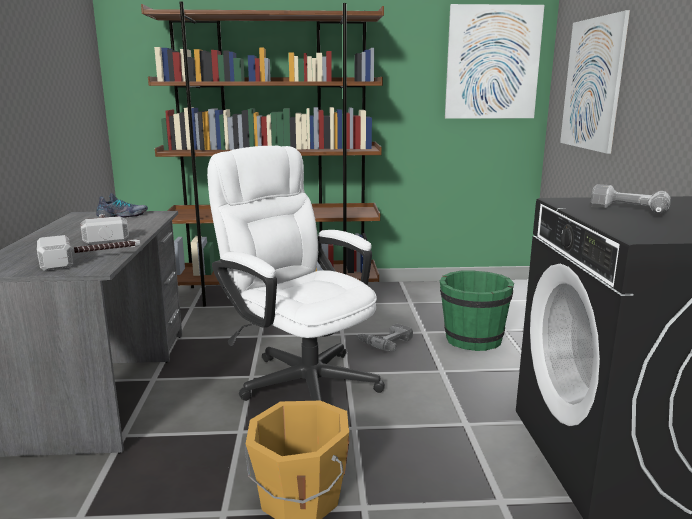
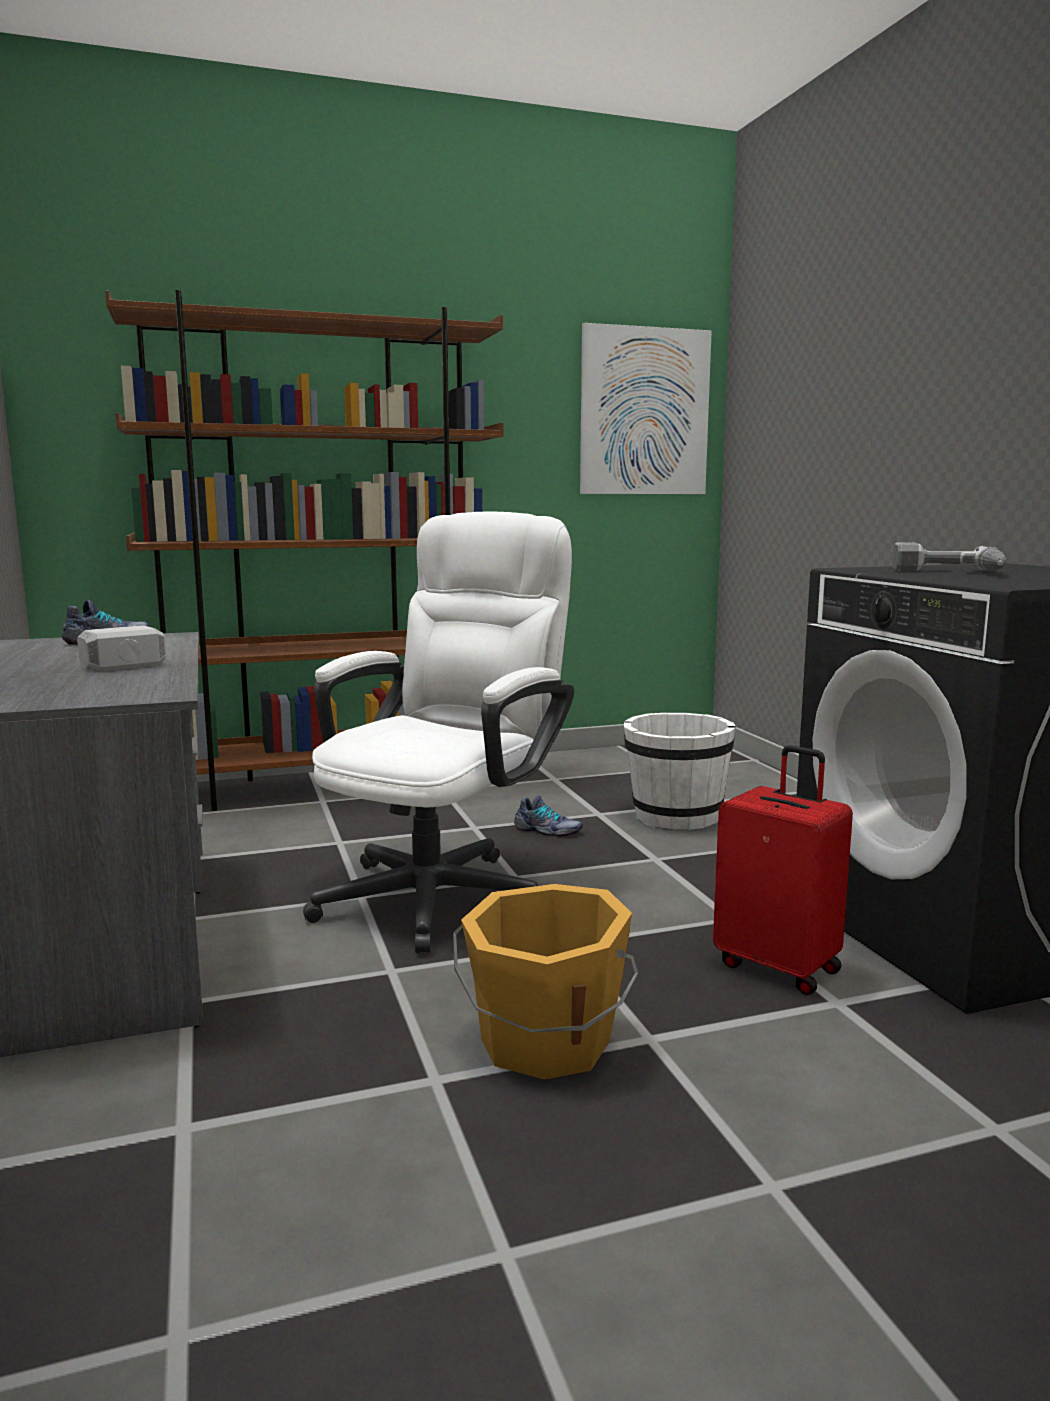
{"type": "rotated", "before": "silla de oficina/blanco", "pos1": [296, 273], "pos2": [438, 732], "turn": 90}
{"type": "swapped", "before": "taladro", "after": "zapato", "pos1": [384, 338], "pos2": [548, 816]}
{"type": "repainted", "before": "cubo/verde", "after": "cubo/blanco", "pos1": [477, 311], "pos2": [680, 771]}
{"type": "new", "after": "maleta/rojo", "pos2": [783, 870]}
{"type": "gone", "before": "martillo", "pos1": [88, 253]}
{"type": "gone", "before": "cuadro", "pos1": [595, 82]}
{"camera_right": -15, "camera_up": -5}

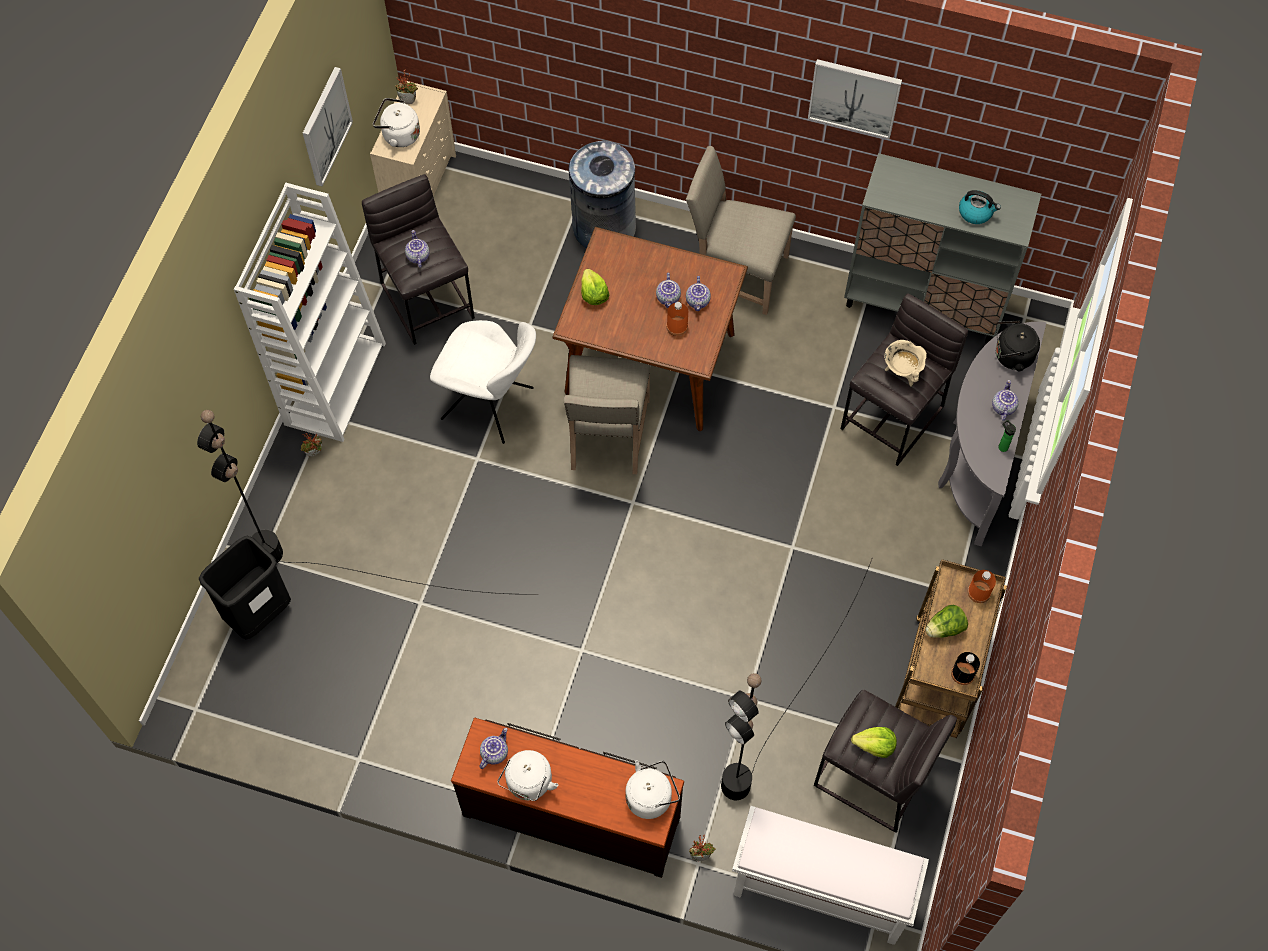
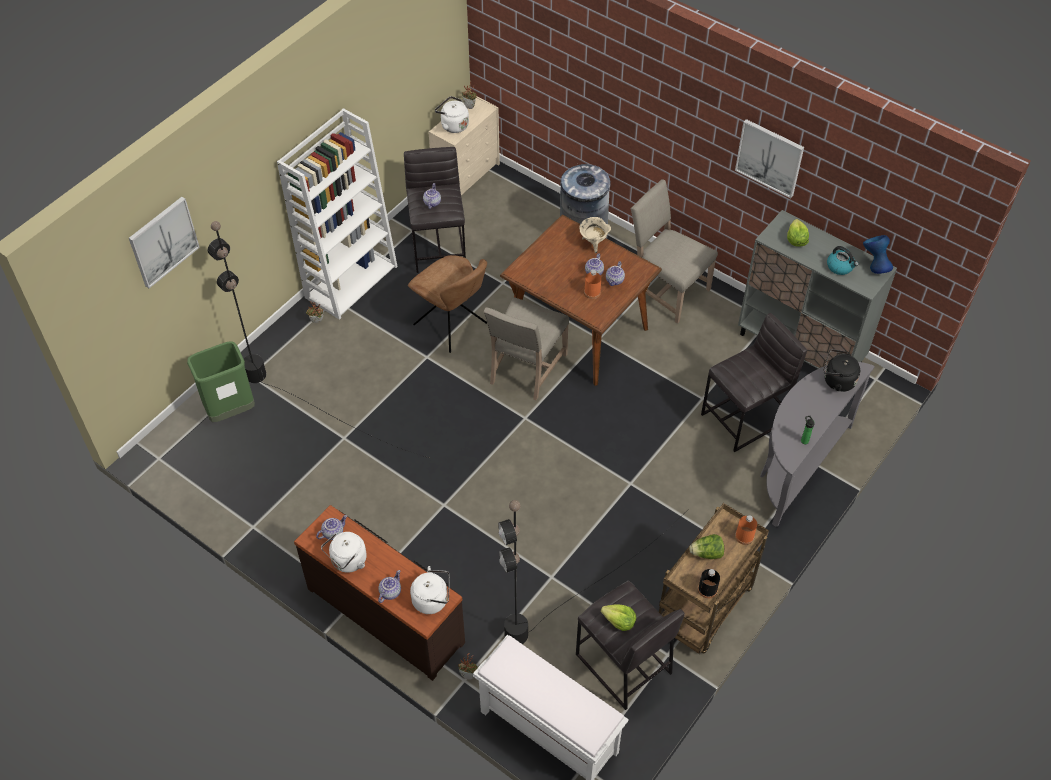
{"type": "shifted", "before": "cuadro", "pos1": [328, 126], "pos2": [164, 242]}
{"type": "repainted", "before": "papelera/negro", "after": "papelera/verde", "pos1": [245, 588], "pos2": [221, 381]}
{"type": "shifted", "before": "tetera", "pos1": [1005, 400], "pos2": [389, 586]}
{"type": "repainted", "before": "silla/blanco", "after": "silla/marrón", "pos1": [483, 382], "pos2": [447, 304]}
{"type": "shifted", "before": "olla/beis", "pos1": [905, 363], "pos2": [595, 235]}
{"type": "shifted", "before": "lechuga", "pos1": [595, 287], "pos2": [798, 233]}
{"type": "new", "after": "florero/azul", "pos2": [878, 254]}
{"camera_right": 20, "camera_up": -10}

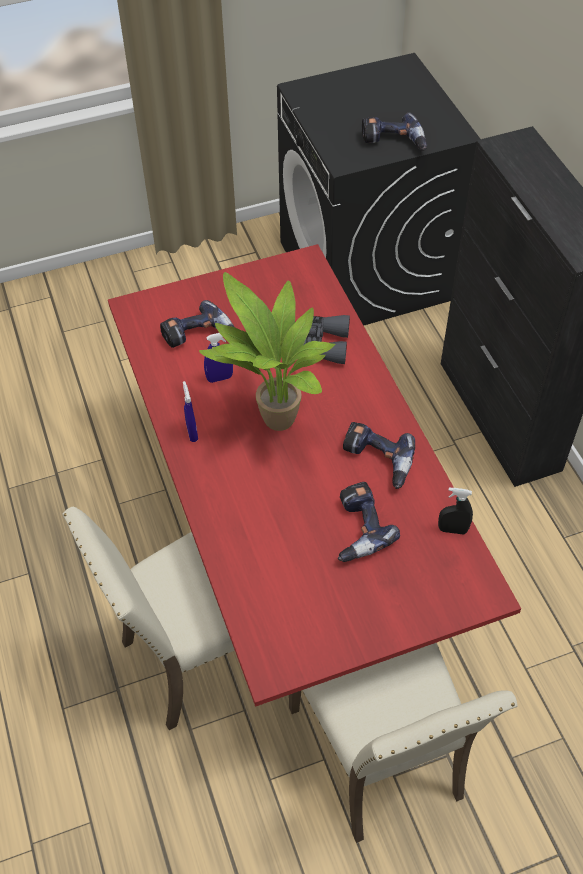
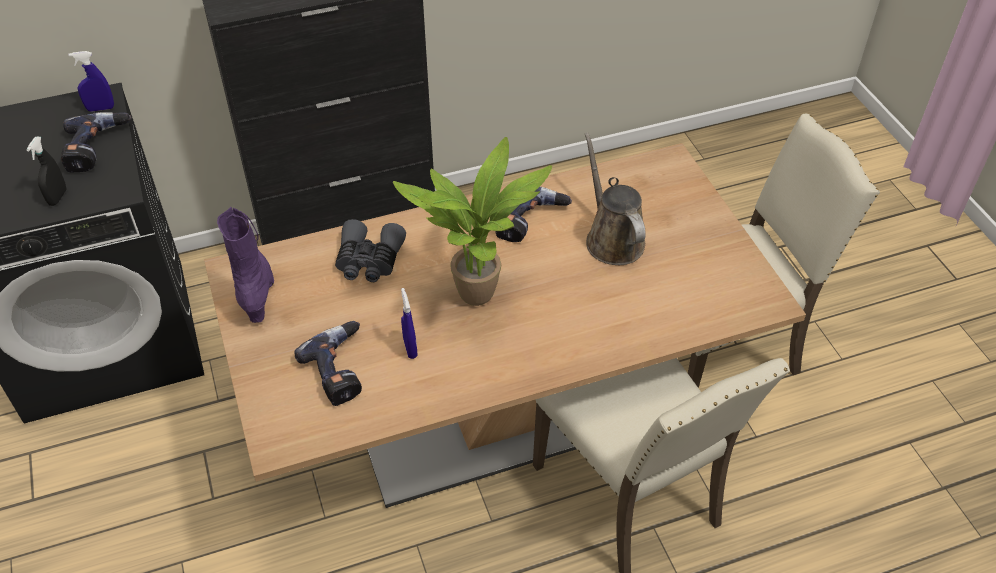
{"type": "shifted", "before": "pulverizador/negro", "pos1": [455, 511], "pos2": [46, 171]}
{"type": "shifted", "before": "pulverizador/azul", "pos1": [190, 411], "pos2": [91, 81]}
{"type": "repainted", "before": "mesa de comedor/rojo", "after": "mesa de comedor/beis", "pos1": [314, 475], "pos2": [505, 325]}
{"type": "new", "after": "bota/morado", "pos2": [245, 265]}
{"type": "swapped", "before": "taladro", "after": "regadera/marrón", "pos1": [369, 522], "pos2": [615, 198]}
{"camera_right": -90, "camera_up": -5}

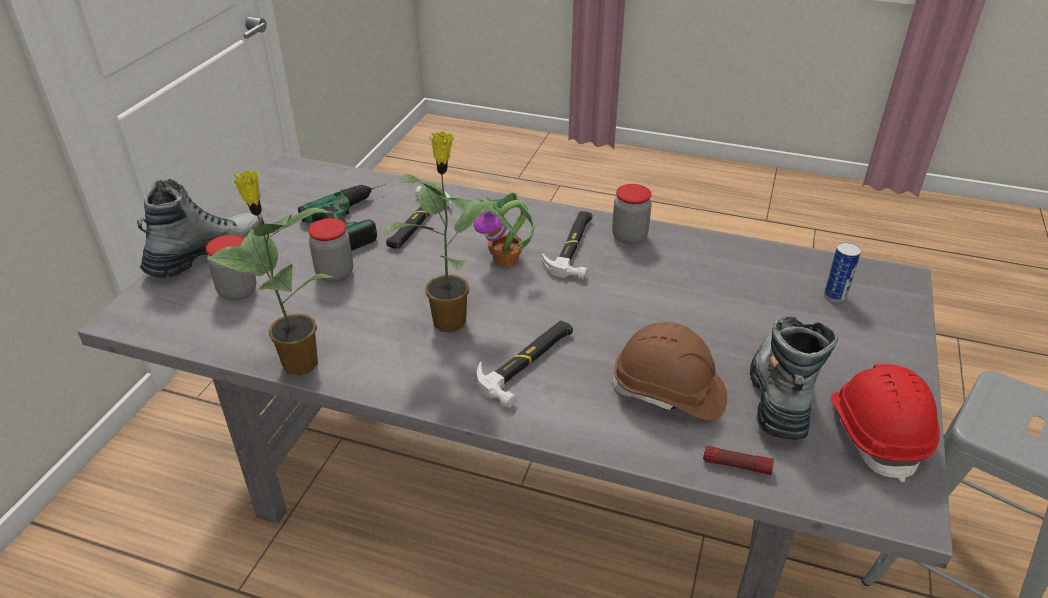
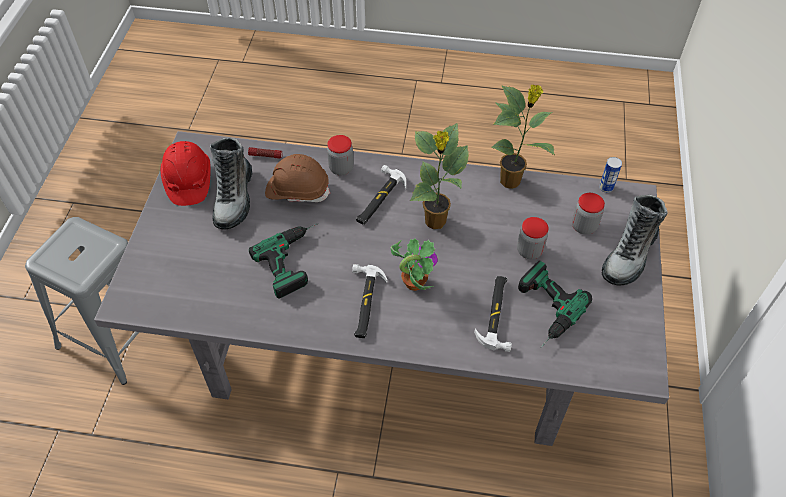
{"type": "new", "after": "taladro", "pos2": [284, 261]}
{"type": "shifted", "before": "tarro", "pos1": [632, 214], "pos2": [340, 155]}
{"type": "shifted", "before": "lata", "pos1": [842, 272], "pos2": [610, 175]}
{"camera_right": 170, "camera_up": 15}

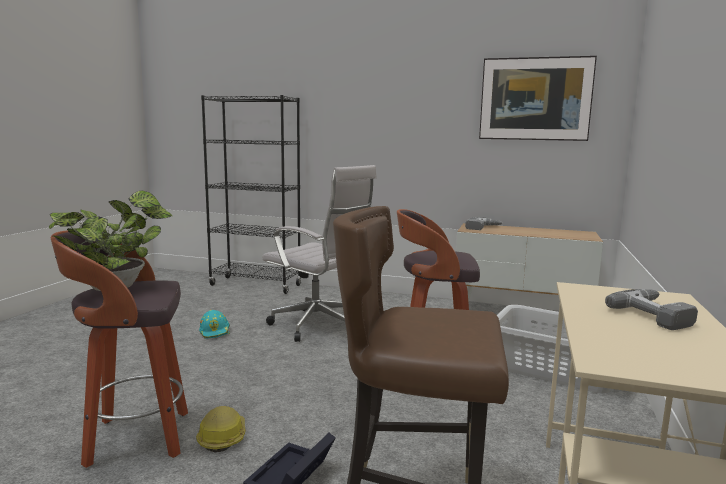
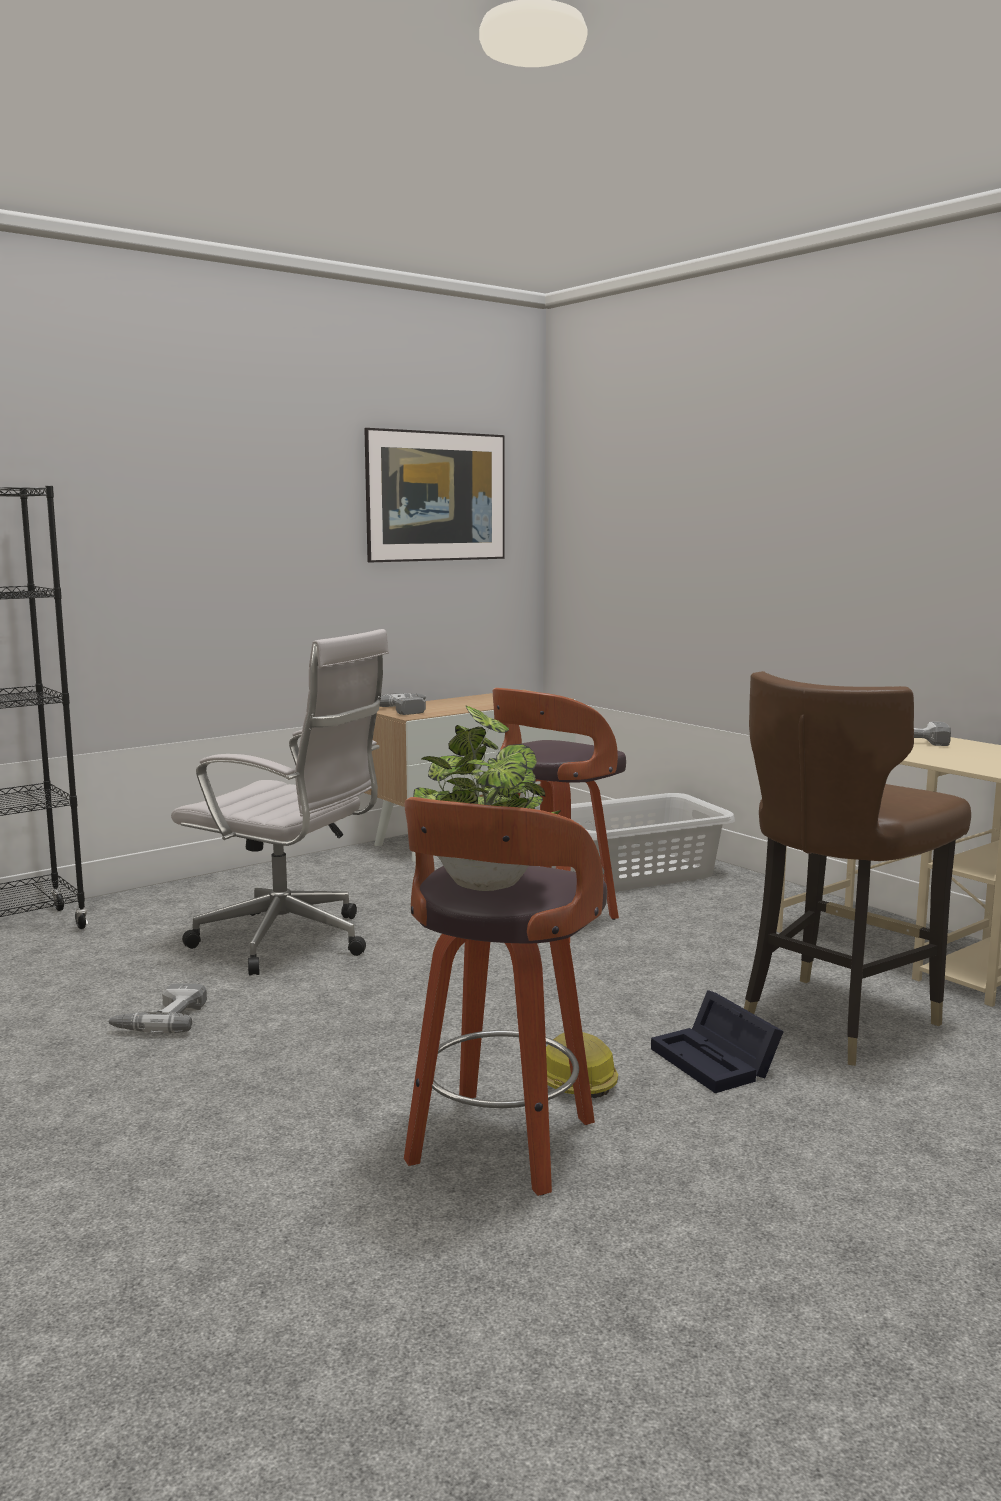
{"type": "swapped", "before": "casco/turquesa", "after": "taladro", "pos1": [214, 324], "pos2": [157, 1008]}
{"type": "rotated", "before": "silla de oficina/blanco", "pos1": [319, 253], "pos2": [280, 802], "turn": 45}
{"camera_right": -55, "camera_up": 0}

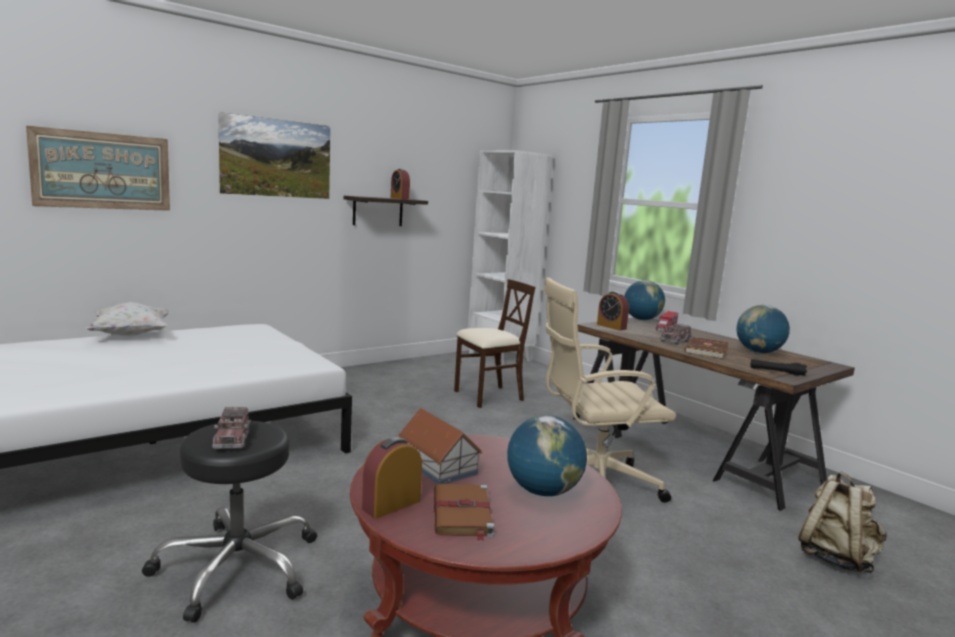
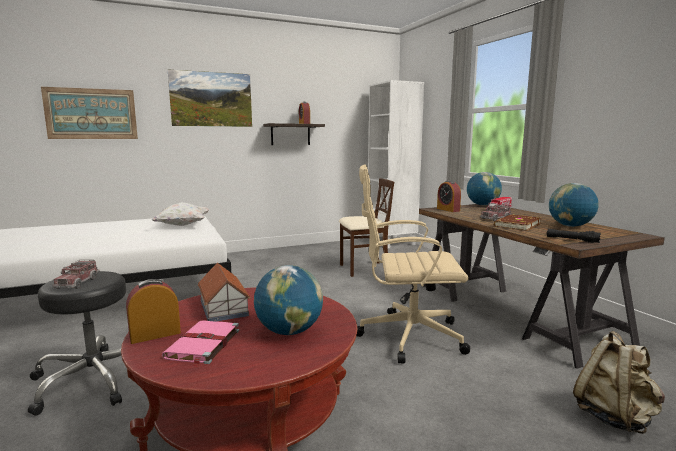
{"type": "shifted", "before": "cojín/blanco", "pos1": [127, 319], "pos2": [180, 214]}
{"type": "repainted", "before": "libro/marrón", "after": "libro/rosa", "pos1": [464, 512], "pos2": [200, 343]}
{"camera_right": 15, "camera_up": 0}

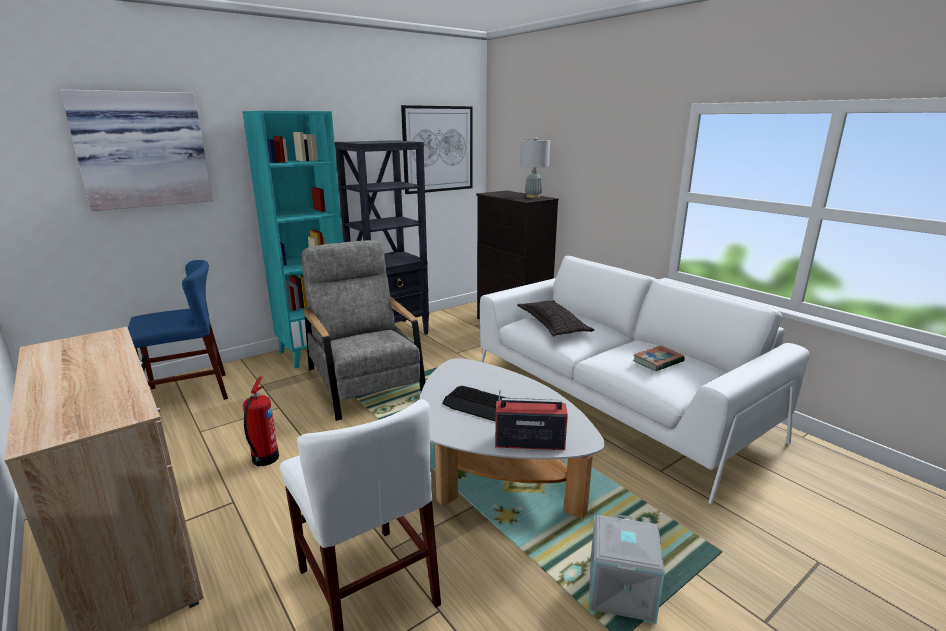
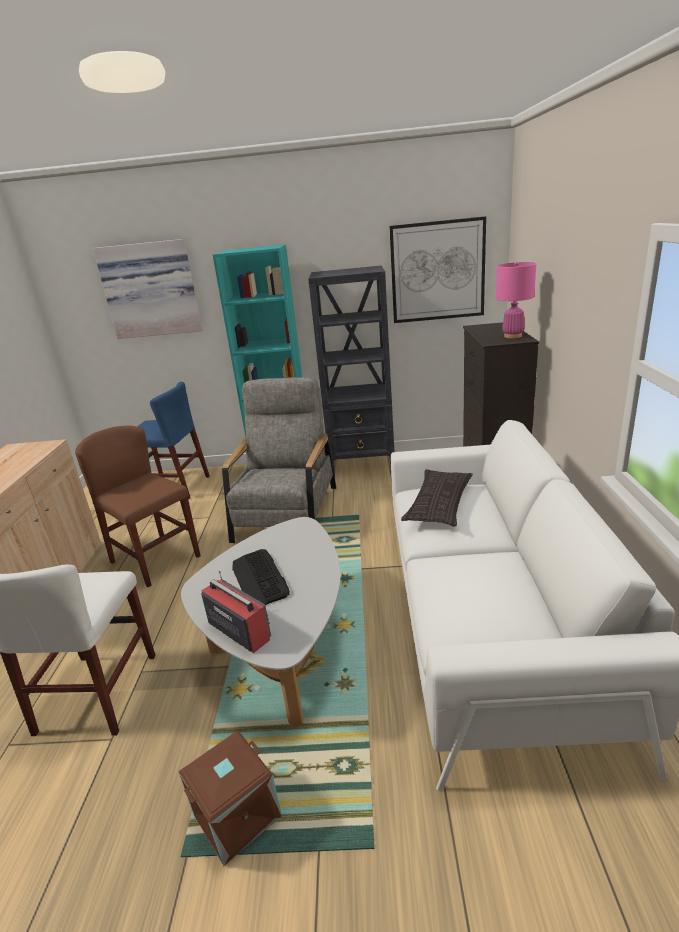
{"type": "swapped", "before": "extintor", "after": "silla/marrón", "pos1": [261, 421], "pos2": [138, 506]}
{"type": "repainted", "before": "caja de almacenaje/gris", "after": "caja de almacenaje/marrón", "pos1": [627, 569], "pos2": [230, 798]}
{"type": "repainted", "before": "lámpara de mesa/gris", "after": "lámpara de mesa/rosa", "pos1": [535, 167], "pos2": [516, 299]}
{"type": "gone", "before": "libro", "pos1": [659, 358]}
{"camera_right": 40, "camera_up": 5}

